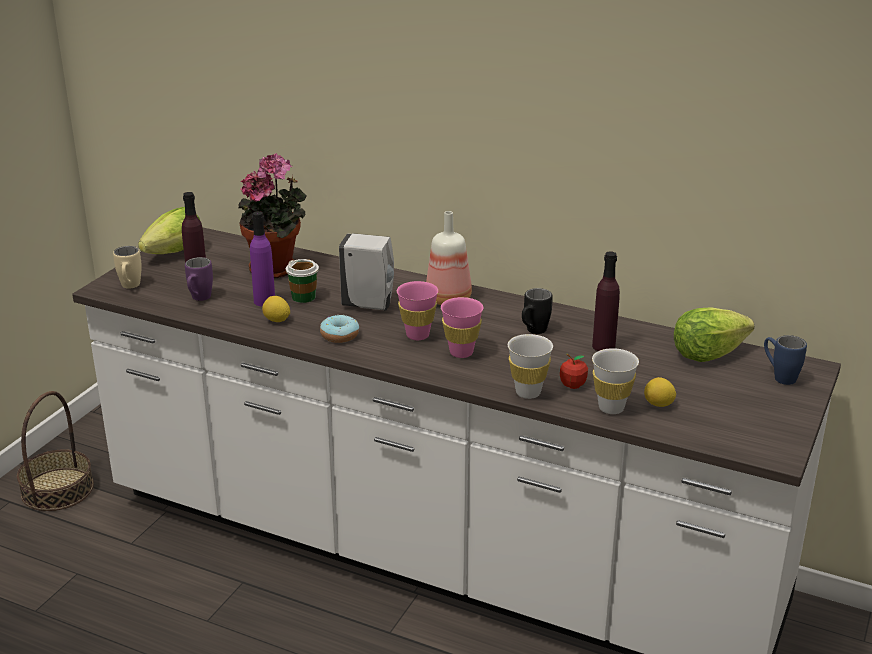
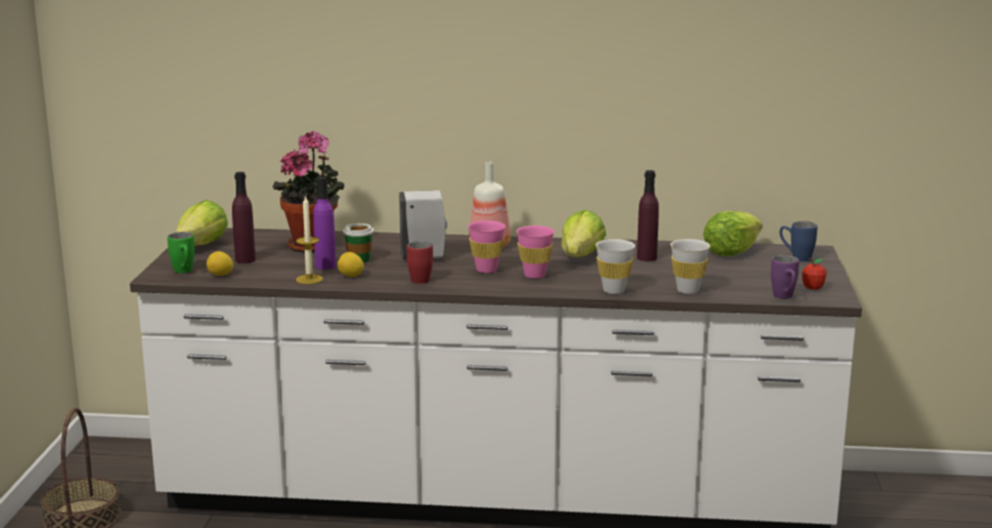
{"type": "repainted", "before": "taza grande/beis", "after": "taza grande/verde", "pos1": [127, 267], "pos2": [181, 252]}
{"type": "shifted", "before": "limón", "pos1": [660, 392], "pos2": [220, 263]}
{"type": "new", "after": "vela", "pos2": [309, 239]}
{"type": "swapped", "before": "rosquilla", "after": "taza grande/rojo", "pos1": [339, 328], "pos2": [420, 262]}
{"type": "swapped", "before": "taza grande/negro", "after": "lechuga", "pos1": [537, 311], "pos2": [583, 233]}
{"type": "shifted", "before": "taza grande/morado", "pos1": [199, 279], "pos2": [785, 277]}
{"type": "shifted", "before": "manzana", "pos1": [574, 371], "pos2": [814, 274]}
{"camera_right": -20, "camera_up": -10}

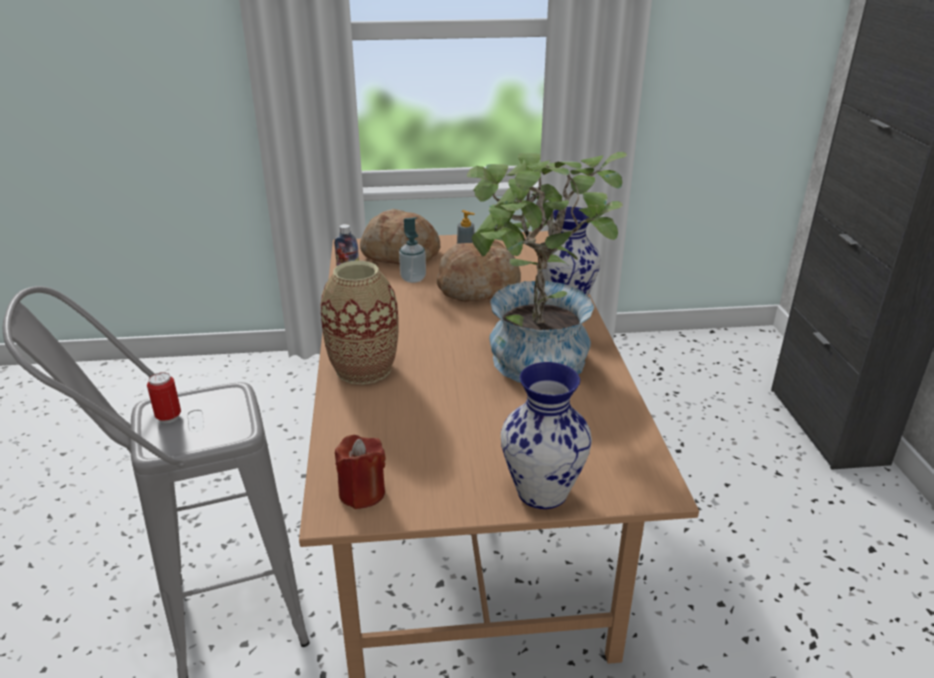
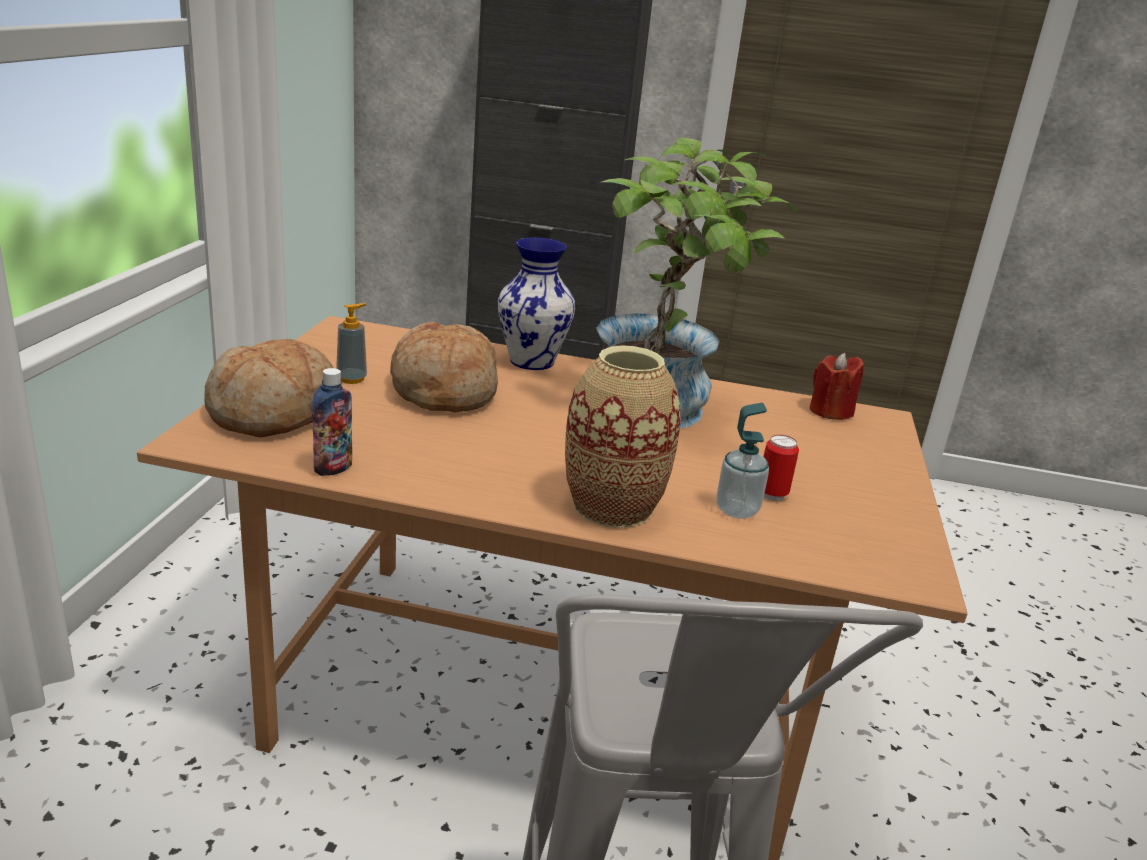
{"type": "shifted", "before": "dispensador de jabón", "pos1": [412, 250], "pos2": [742, 461]}
{"type": "shifted", "before": "lata", "pos1": [164, 397], "pos2": [781, 468]}
{"type": "shifted", "before": "vela/rojo", "pos1": [360, 472], "pos2": [837, 386]}
{"type": "gone", "before": "florero", "pos1": [546, 435]}
{"camera_right": -75, "camera_up": -5}

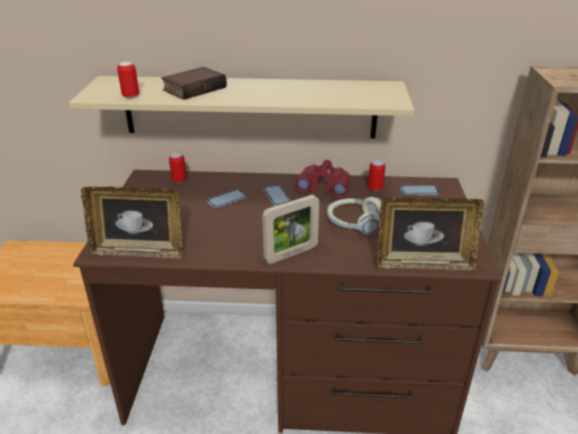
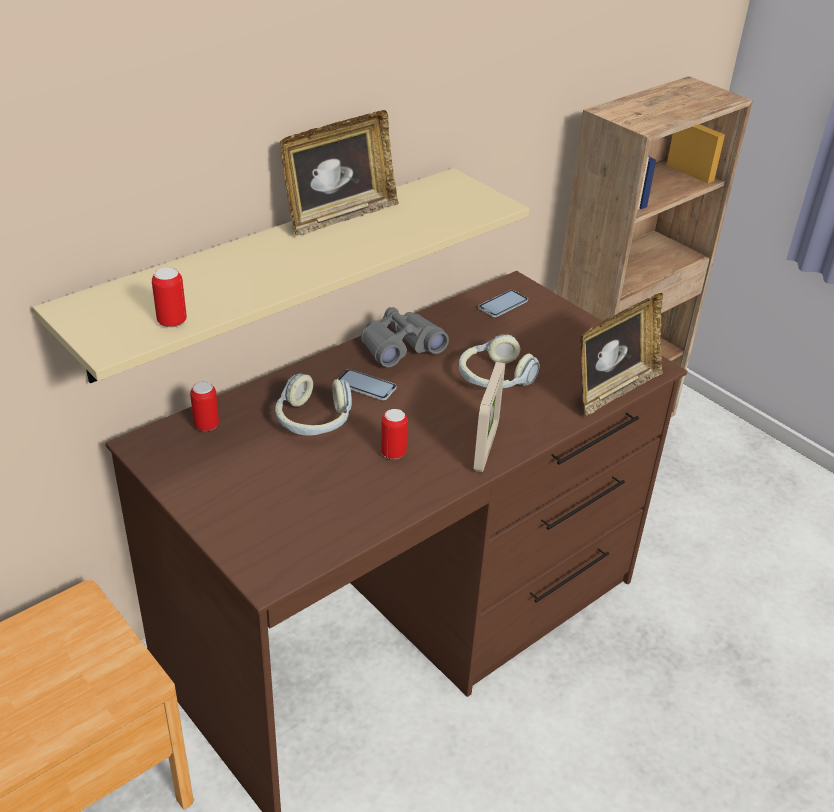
{"type": "swapped", "before": "móvil", "after": "auriculares", "pos1": [227, 198], "pos2": [313, 404]}
{"type": "shifted", "before": "portarretratos", "pos1": [132, 223], "pos2": [339, 173]}
{"type": "repainted", "before": "prismáticos/rojo", "after": "prismáticos/gris", "pos1": [322, 179], "pos2": [405, 337]}
{"type": "shifted", "before": "lata", "pos1": [376, 175], "pos2": [394, 434]}
{"type": "gone", "before": "libro", "pos1": [194, 83]}
{"camera_right": -45, "camera_up": 5}

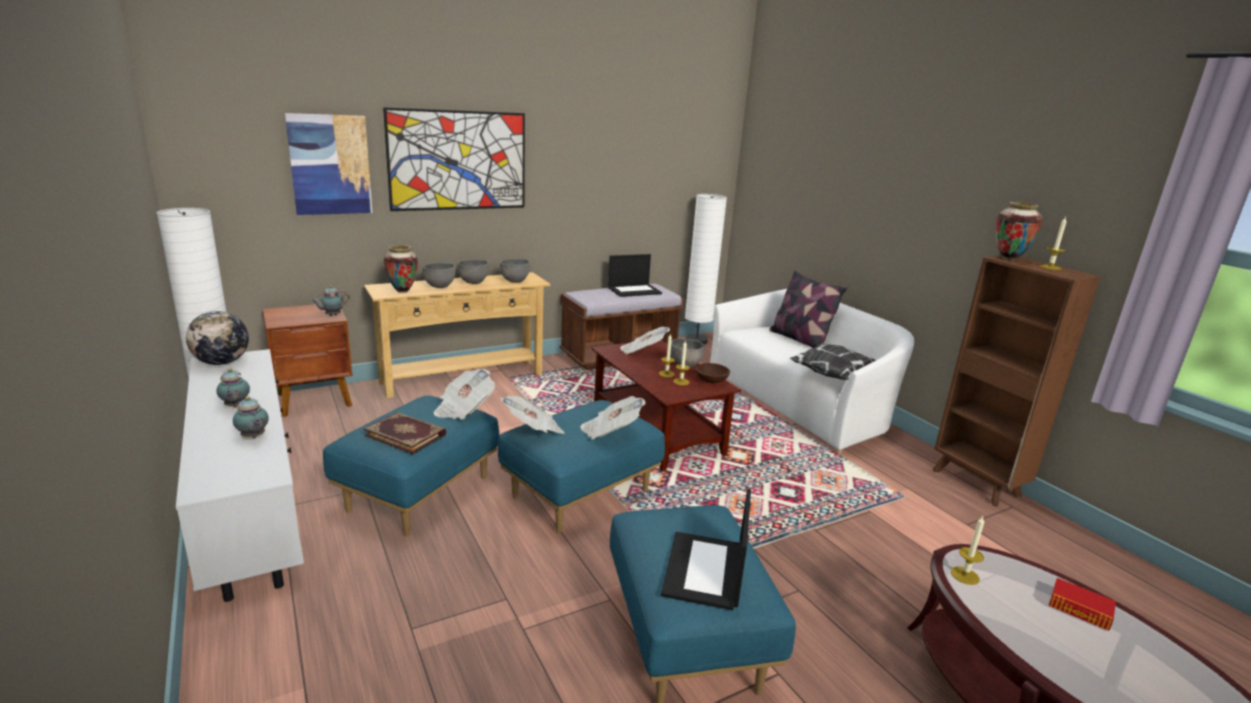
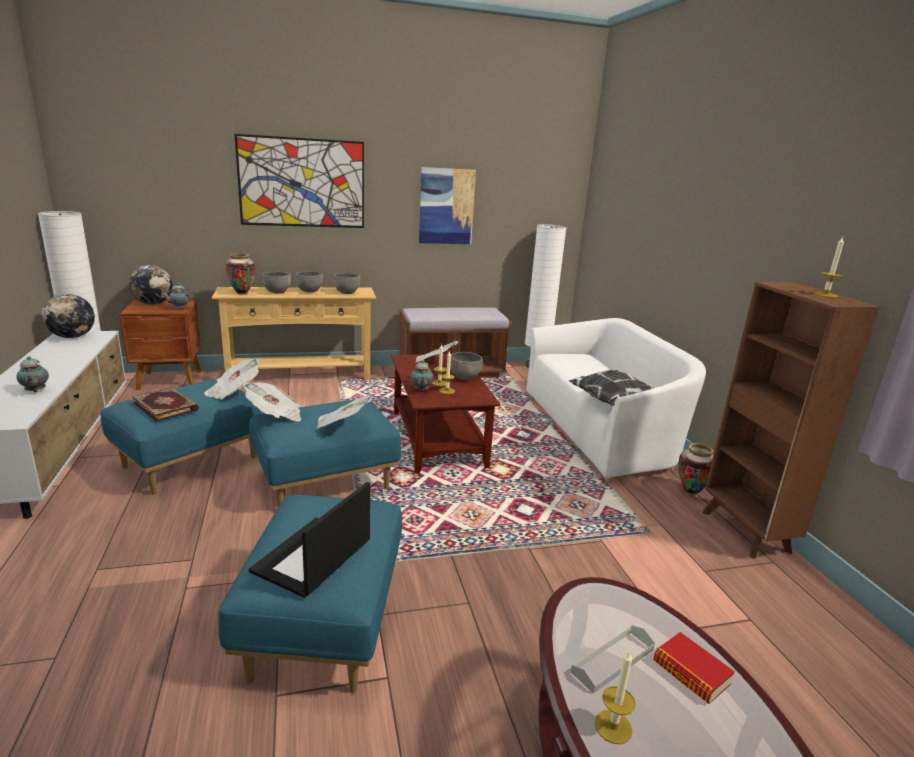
{"type": "new", "after": "globo terráqueo", "pos2": [151, 285]}
{"type": "shifted", "before": "tetera", "pos1": [233, 388], "pos2": [422, 375]}
{"type": "shifted", "before": "cuadro", "pos1": [328, 164], "pos2": [447, 205]}
{"type": "new", "after": "bandeja/gris", "pos2": [613, 659]}
{"type": "shifted", "before": "vela", "pos1": [967, 550], "pos2": [615, 697]}
{"type": "shifted", "before": "florero", "pos1": [1019, 231], "pos2": [696, 469]}
{"type": "gone", "before": "portátil", "pos1": [635, 275]}
{"type": "gone", "before": "cuenco/marrón", "pos1": [712, 373]}
{"type": "gone", "before": "cojín", "pos1": [808, 309]}
{"camera_right": 15, "camera_up": 0}

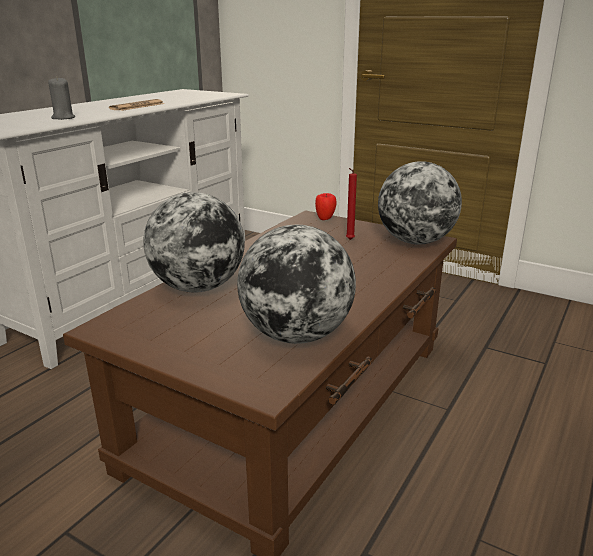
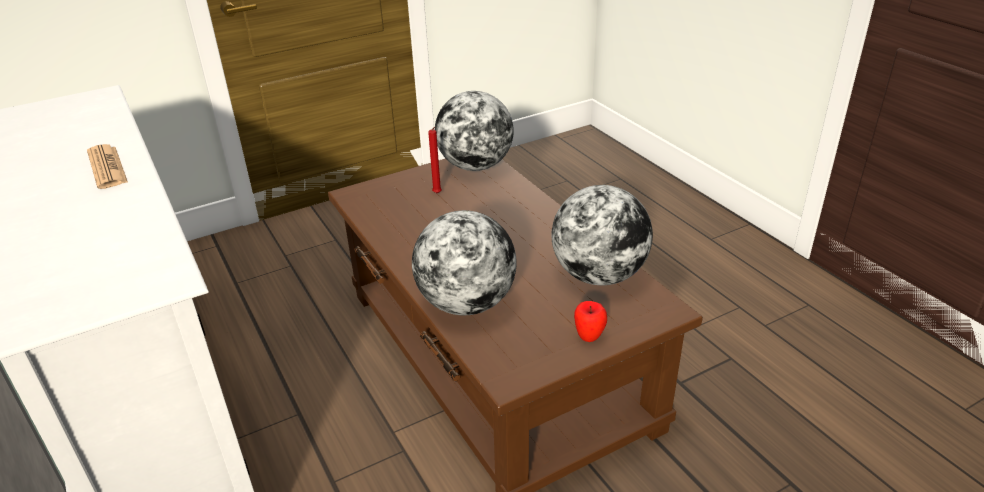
{"type": "shifted", "before": "manzana", "pos1": [325, 206], "pos2": [590, 321]}
{"type": "gone", "before": "vela/gris", "pos1": [61, 98]}
{"camera_right": -60, "camera_up": 10}

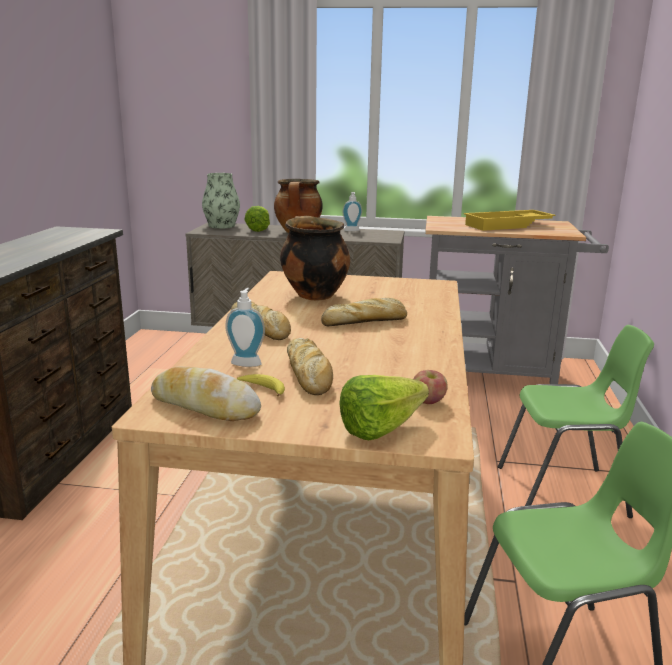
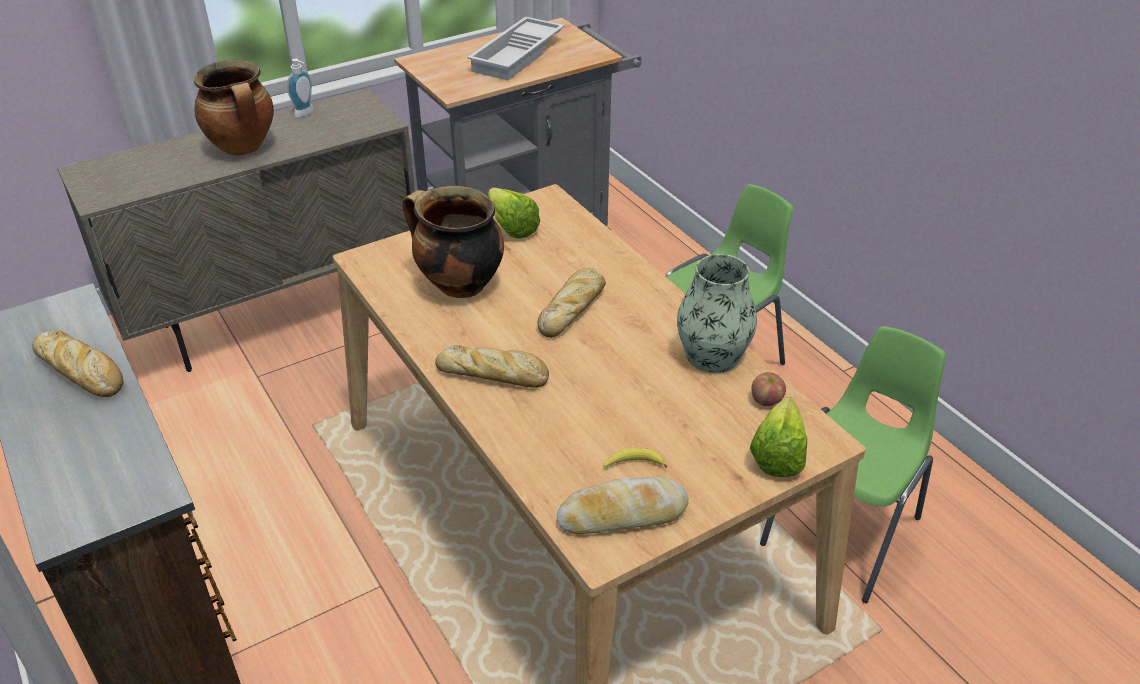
{"type": "shifted", "before": "pan", "pos1": [310, 366], "pos2": [78, 363]}
{"type": "repainted", "before": "bandeja/amarillo", "after": "bandeja/blanco", "pos1": [510, 220], "pos2": [516, 48]}
{"type": "shifted", "before": "lechuga", "pos1": [257, 219], "pos2": [514, 213]}
{"type": "shifted", "before": "florero", "pos1": [221, 200], "pos2": [717, 313]}
{"type": "gone", "before": "dispensador de jabón", "pos1": [245, 327]}
{"camera_right": -40, "camera_up": 20}

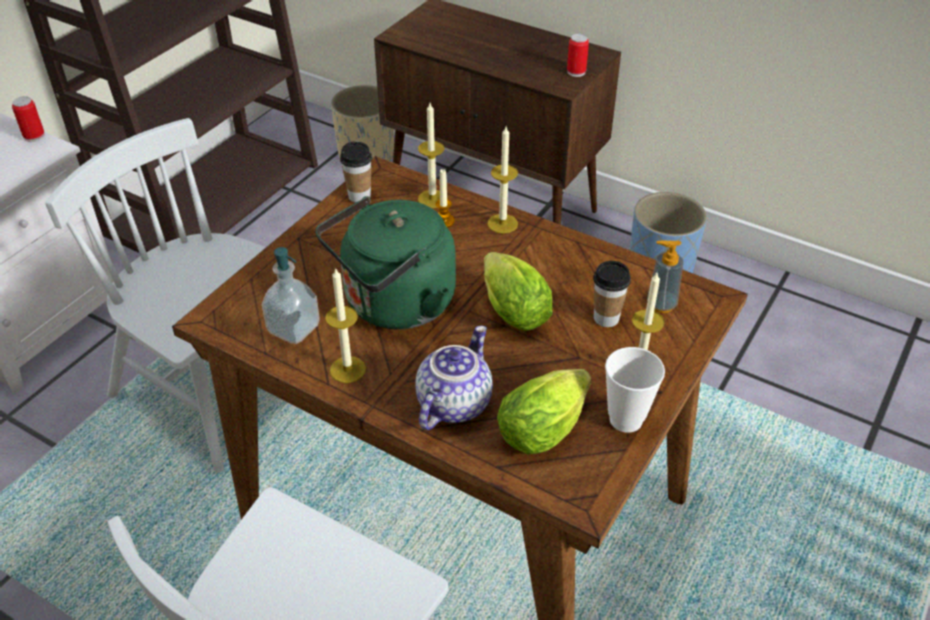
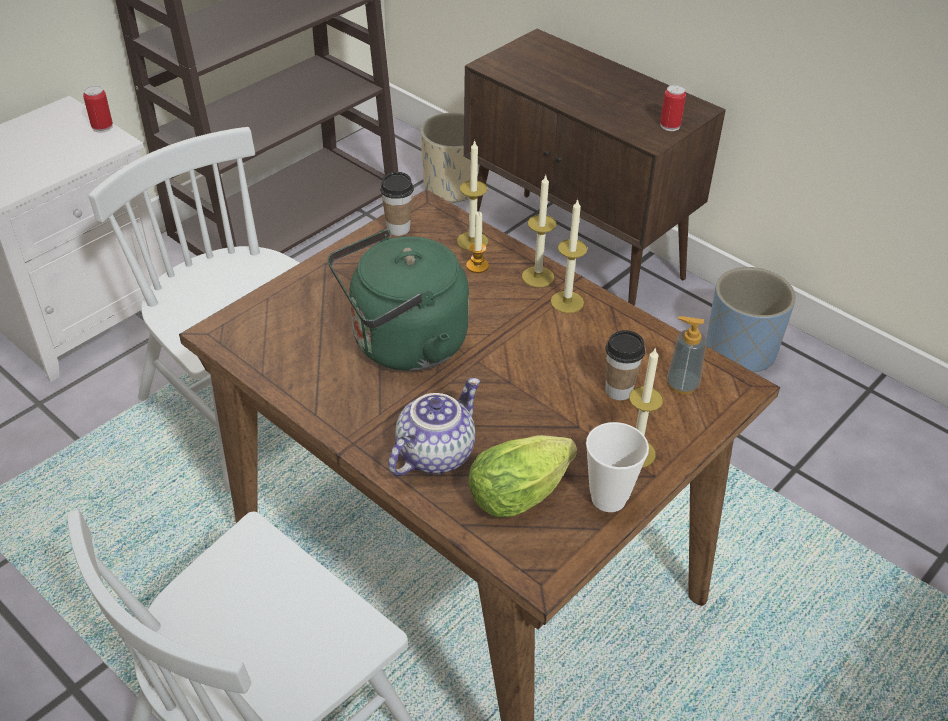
{"type": "shifted", "before": "vela", "pos1": [345, 326], "pos2": [569, 256]}
{"type": "gone", "before": "dispensador de jabón", "pos1": [291, 295]}
{"type": "gone", "before": "lechuga", "pos1": [518, 291]}
{"camera_right": 10, "camera_up": 0}

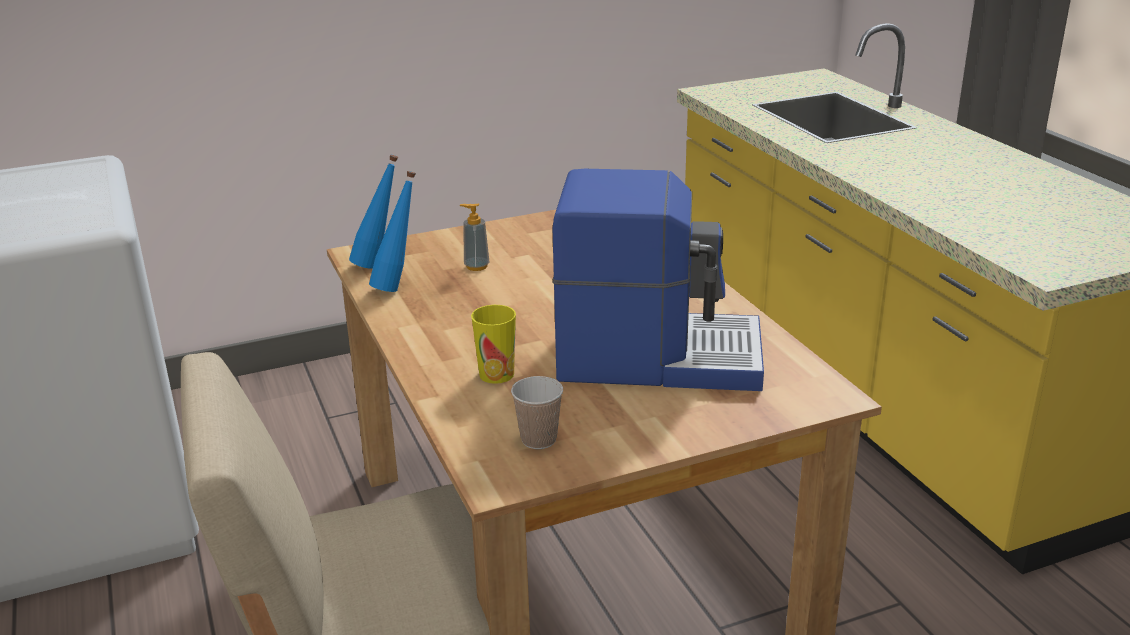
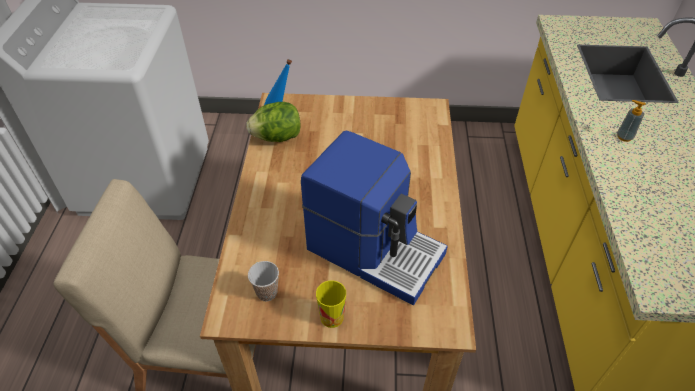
{"type": "swapped", "before": "botella/azul", "after": "lechuga", "pos1": [392, 231], "pos2": [273, 122]}
{"type": "shifted", "before": "taza", "pos1": [493, 344], "pos2": [331, 304]}
{"type": "shifted", "before": "dispensador de jabón", "pos1": [474, 237], "pos2": [631, 121]}
{"camera_right": 25, "camera_up": 20}

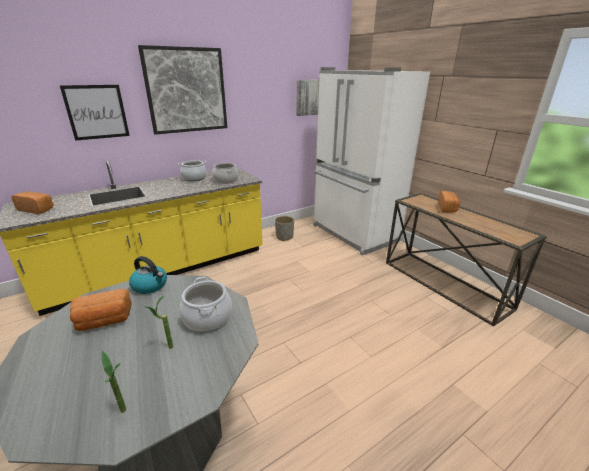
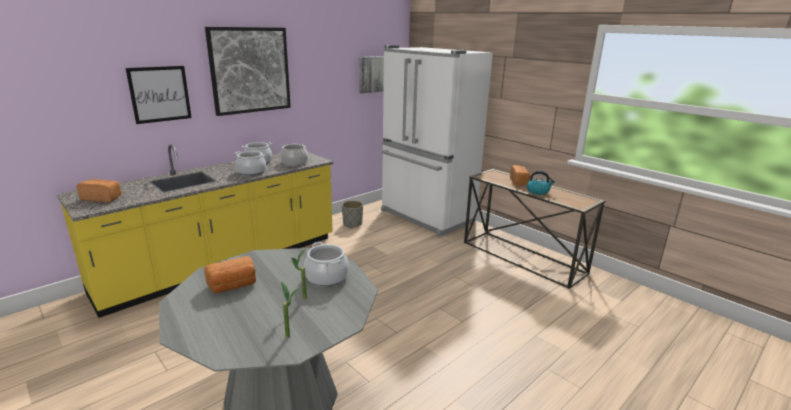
{"type": "new", "after": "olla", "pos2": [250, 163]}
{"type": "shifted", "before": "hervidor", "pos1": [148, 275], "pos2": [541, 183]}
{"camera_right": -10, "camera_up": -5}

